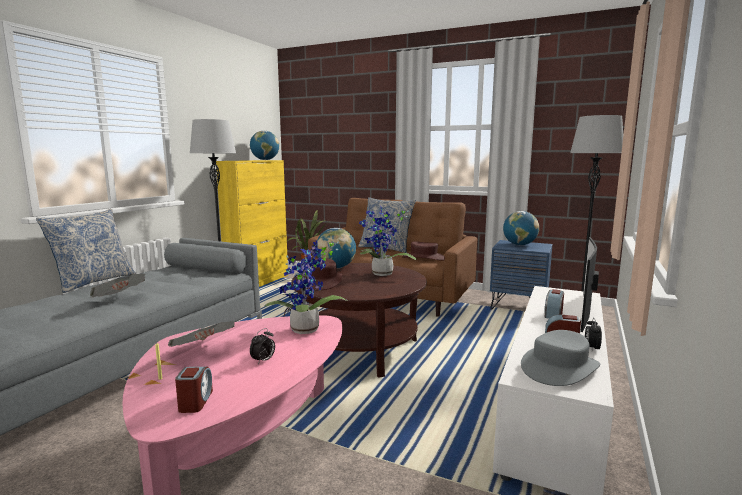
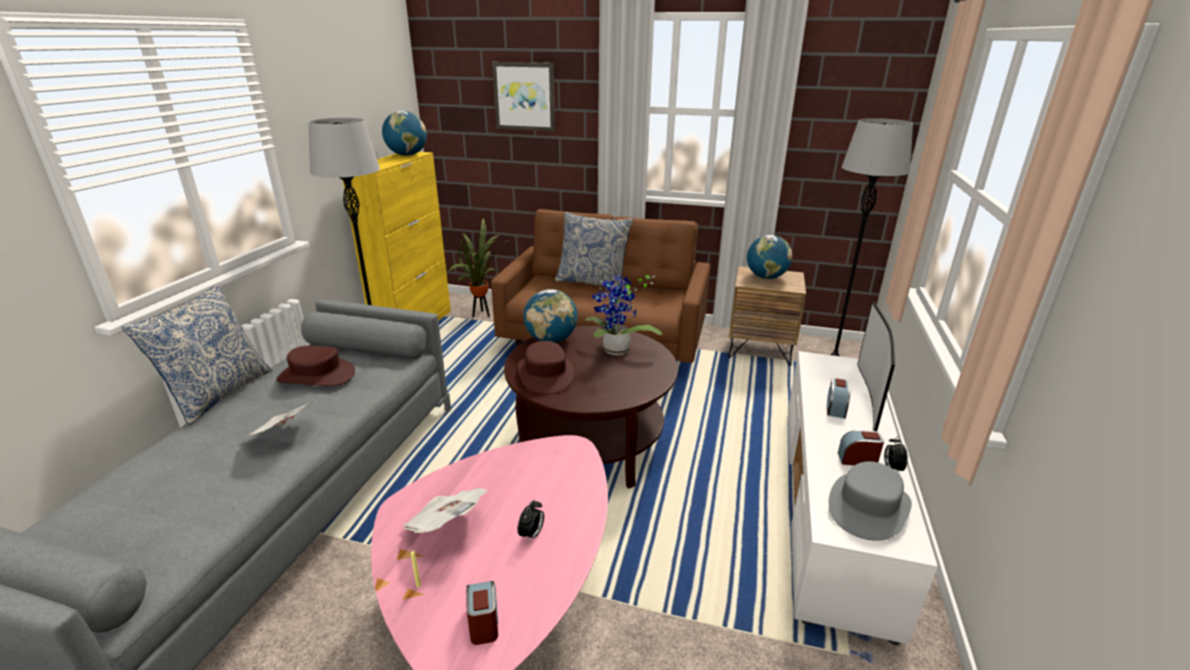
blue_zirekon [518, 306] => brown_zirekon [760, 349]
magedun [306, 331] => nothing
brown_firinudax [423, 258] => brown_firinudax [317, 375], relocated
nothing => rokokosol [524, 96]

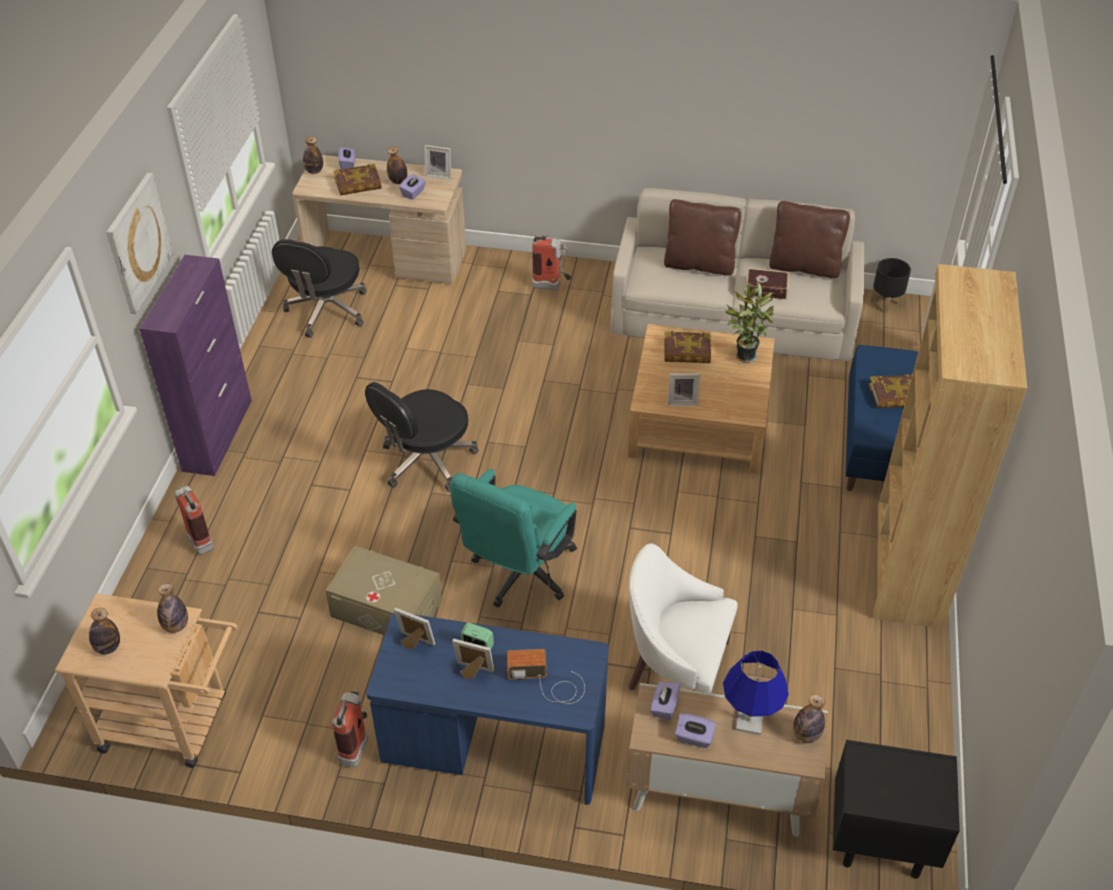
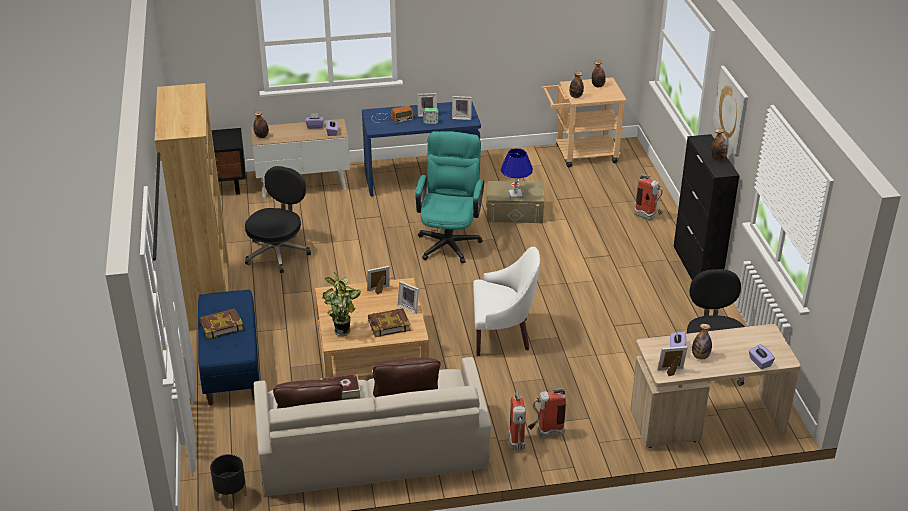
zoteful [314, 171] => zoteful [718, 158], relocated
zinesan [358, 184] => nothing
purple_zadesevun [218, 434] => black_zadesevun [696, 267]
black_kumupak [426, 461] => black_kumupak [278, 252], relocated
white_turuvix [676, 669] => white_turuvix [502, 334], relocated
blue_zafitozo [749, 722] => blue_zafitozo [515, 194], relocated
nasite [356, 745] => nasite [517, 446], relocated
nothing => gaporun [409, 307]

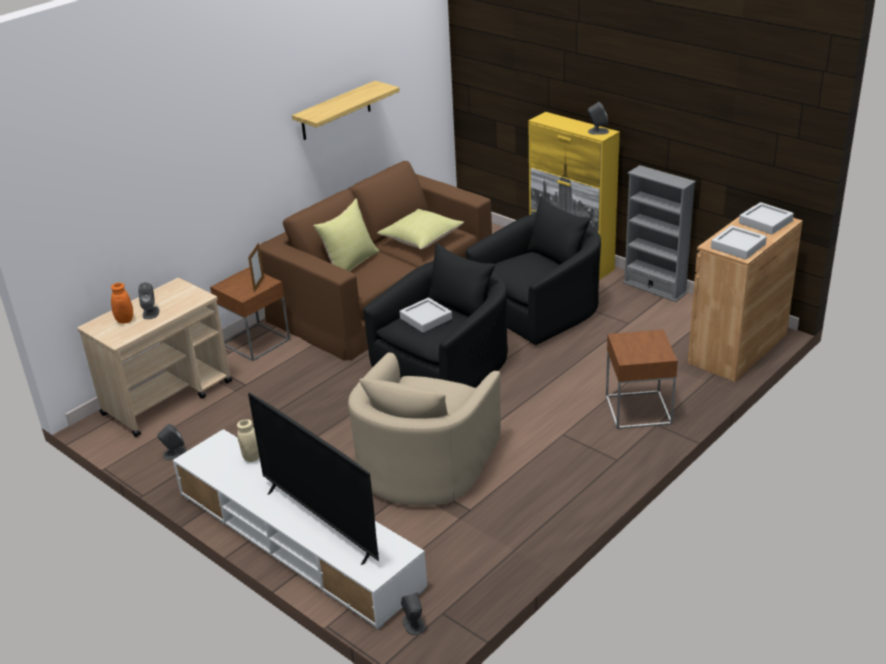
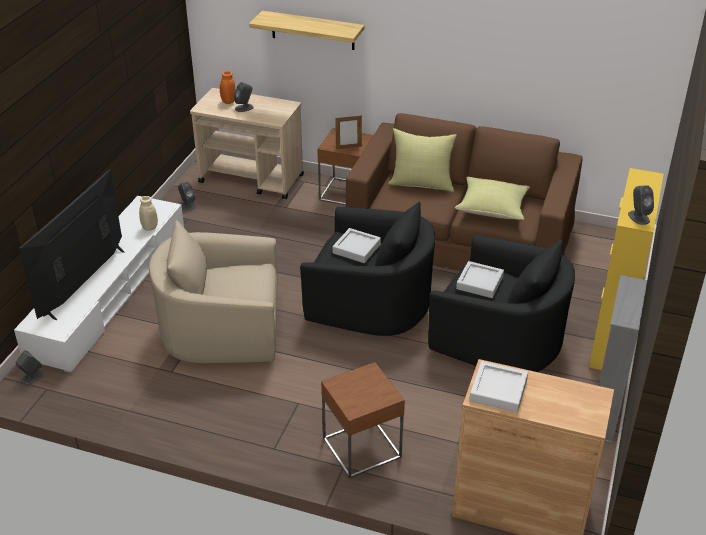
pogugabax [336, 111] => pogugabax [312, 30], relocated
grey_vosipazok [765, 222] => grey_vosipazok [479, 283], relocated

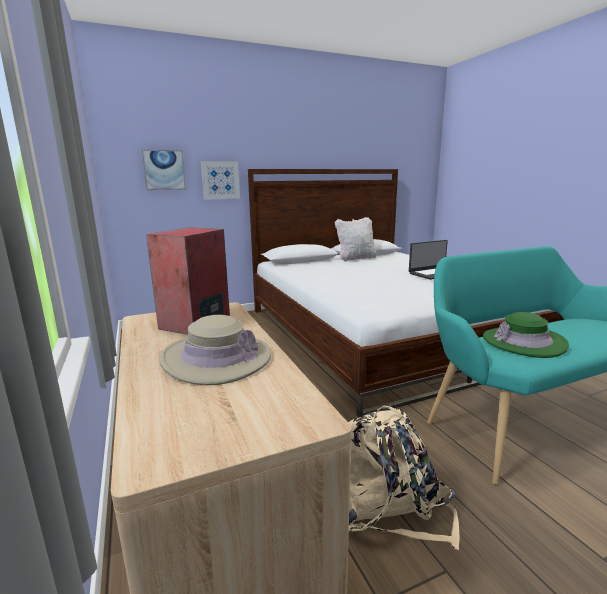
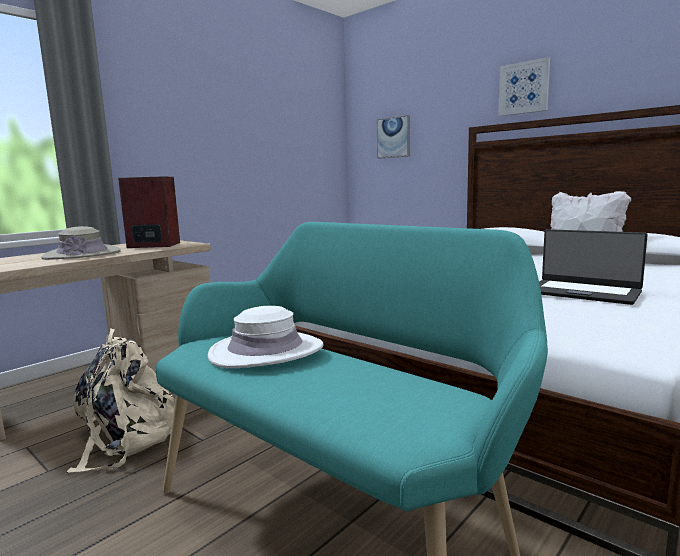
rokokosol [220, 180] => rokokosol [524, 88], relocated
green_firinudax [523, 342] => white_firinudax [266, 351]

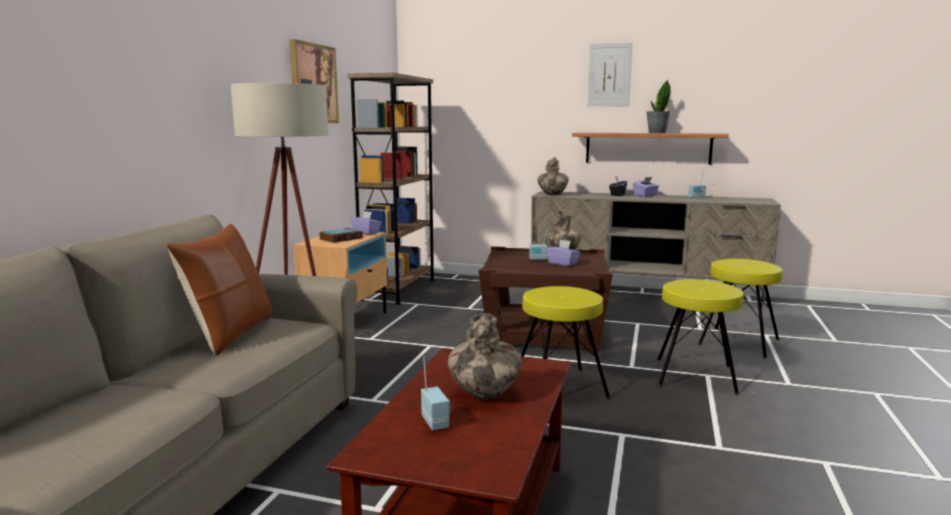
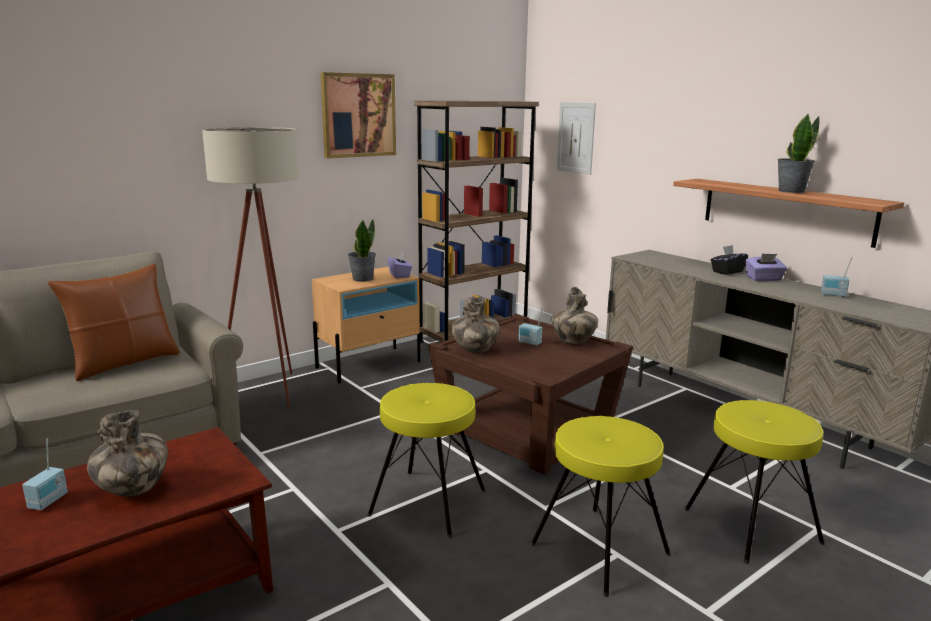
rokokosol [609, 75] => rokokosol [576, 138], relocated
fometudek [552, 194] => fometudek [475, 350], relocated
zinesan [341, 238] => magedun [362, 279]
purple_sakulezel [563, 263] => nothing

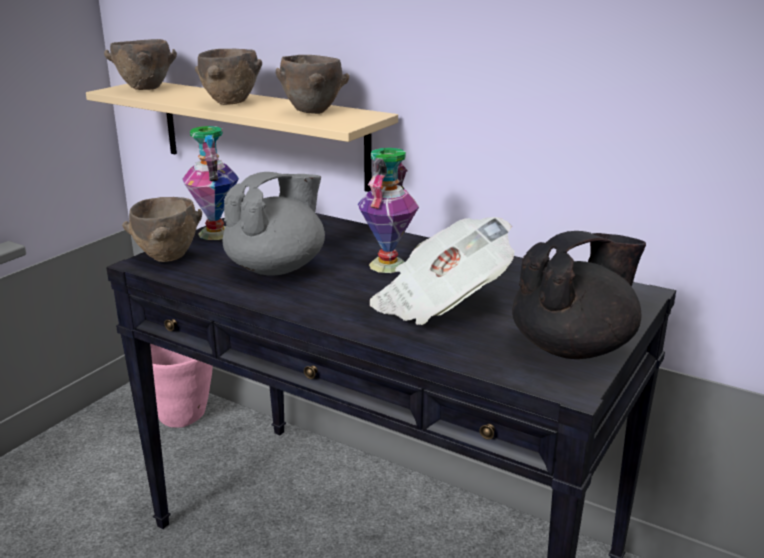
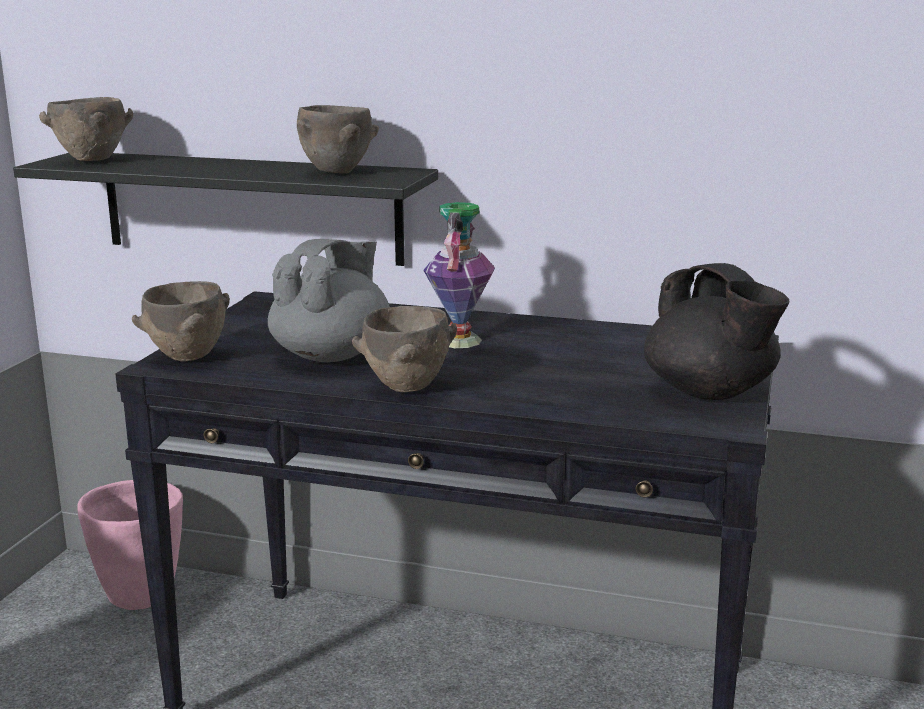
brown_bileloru [230, 103] => brown_bileloru [406, 387], relocated
beige_pogugabax [262, 133] => black_pogugabax [250, 207]
fometudek [216, 233] => nothing
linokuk [439, 303] => nothing
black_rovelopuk [573, 347] => black_rovelopuk [710, 393], 105 degrees clockwise

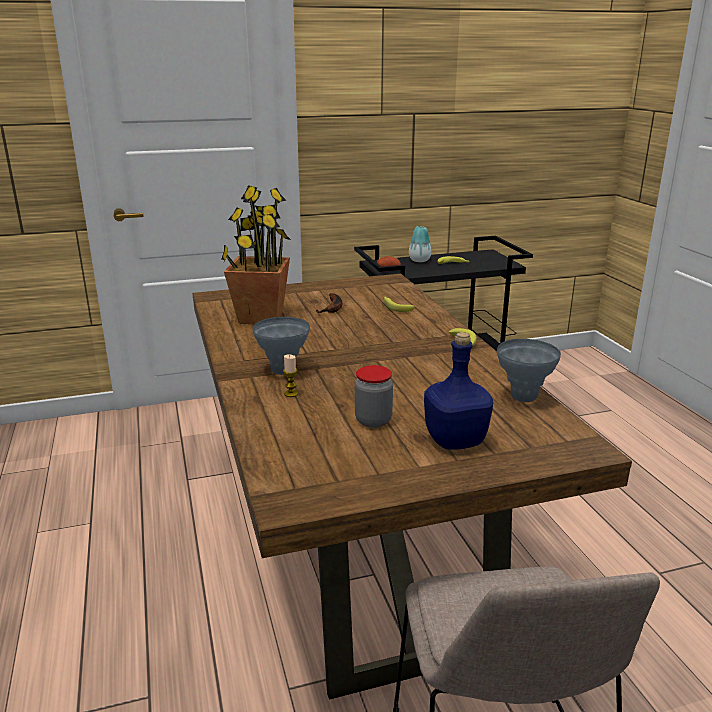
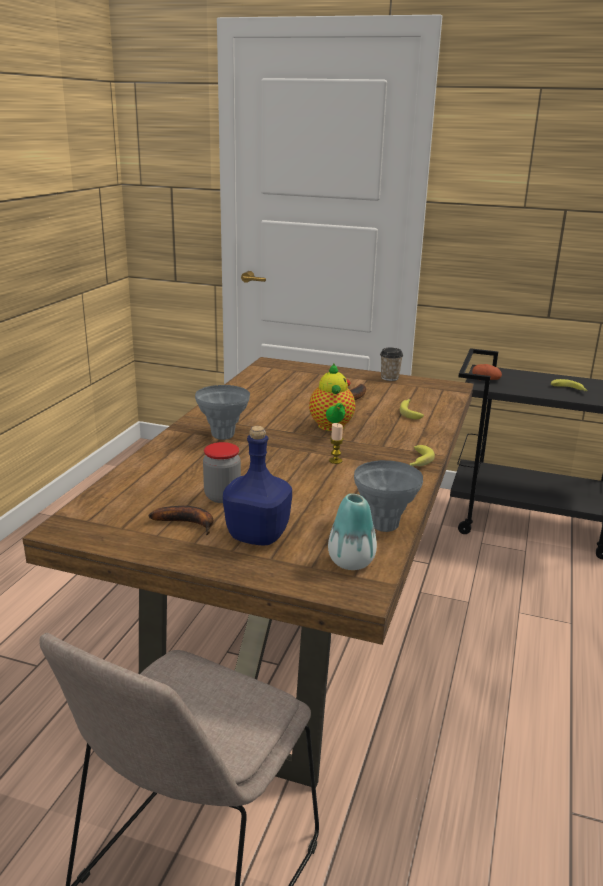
magedun [260, 317] => nothing
fometudek [419, 260] => fometudek [351, 562], relocated
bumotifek [291, 394] => bumotifek [335, 461], relocated
nothing => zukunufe [389, 378]
nothing => rovelopuk [331, 427]
nothing => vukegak [188, 523]

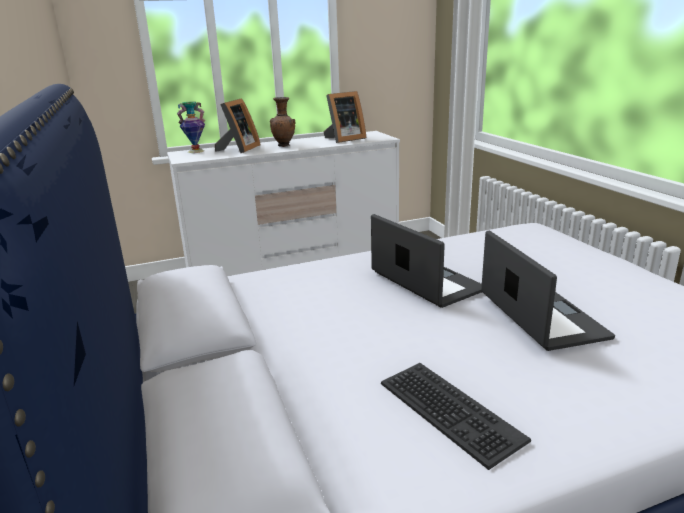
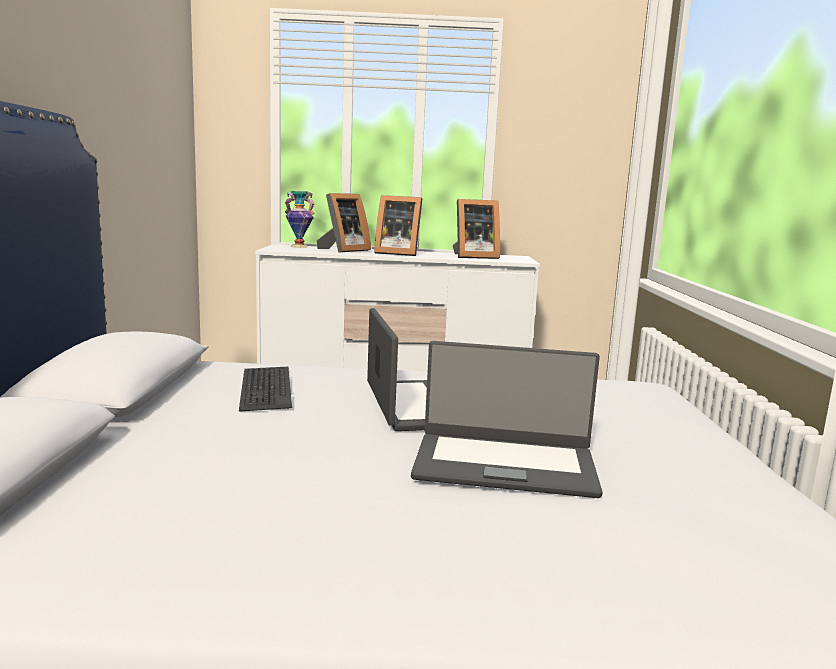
brown_fometudek [284, 146] => gaporun [396, 253]
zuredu [540, 316] => zuredu [504, 464], 90 degrees clockwise
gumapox [448, 411] => gumapox [264, 389], relocated

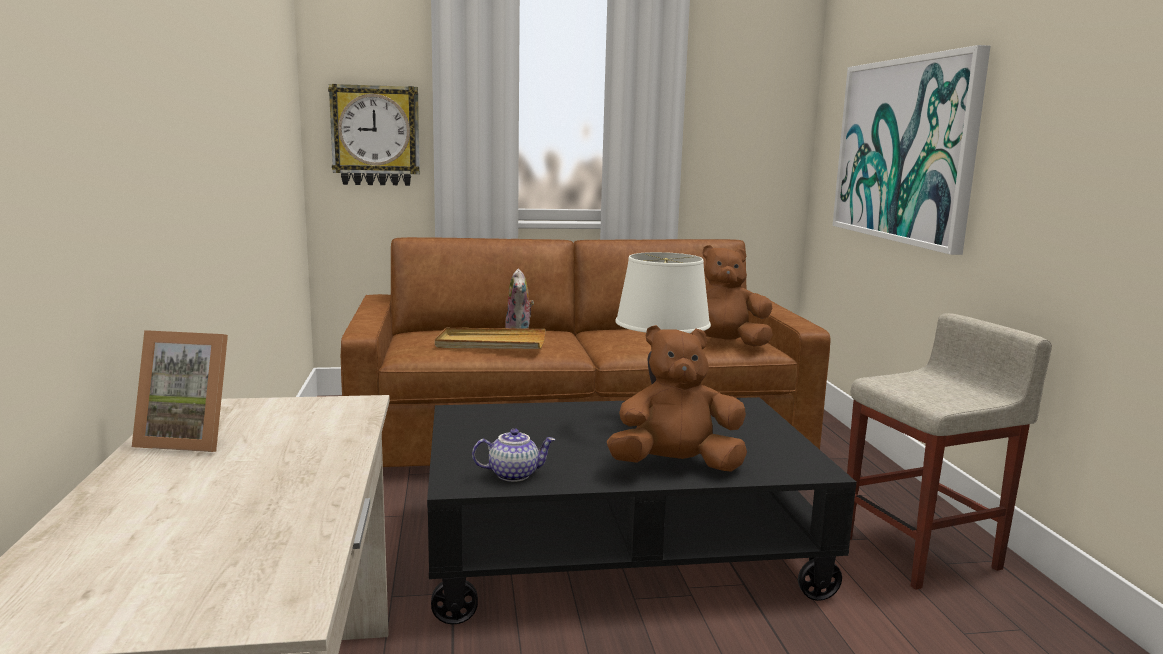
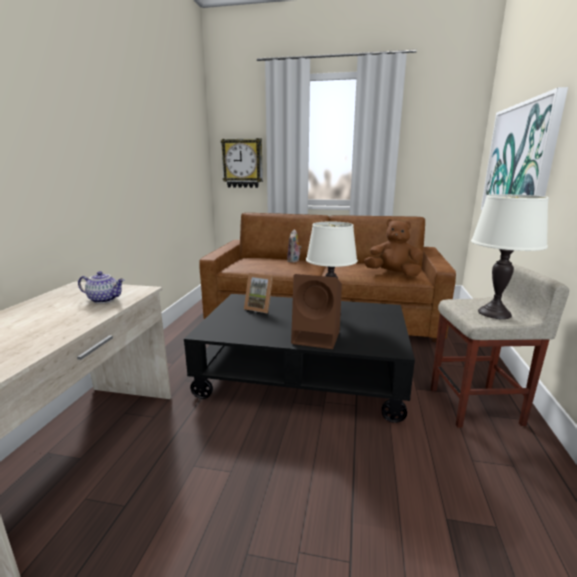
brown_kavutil [676, 466] => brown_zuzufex [317, 337]
beige_vosipazok [491, 343] => nothing
gaporun [191, 439] => gaporun [260, 308], relocated
rovelopuk [514, 474] => rovelopuk [105, 299], relocated
nothing => white_zafitozo [494, 313]

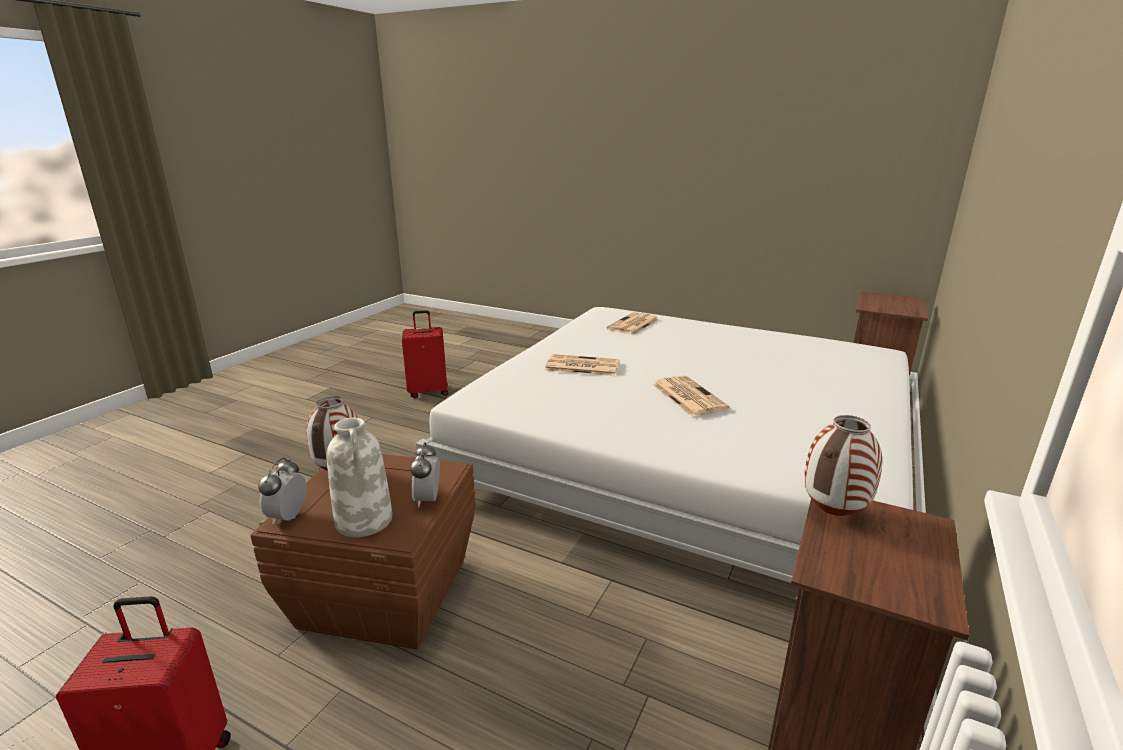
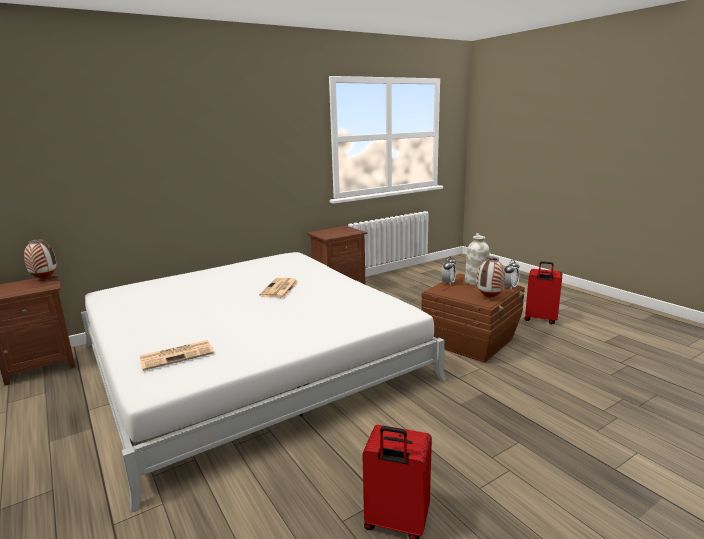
linokuk [581, 366] => nothing
fometudek [832, 513] => fometudek [44, 279], relocated

